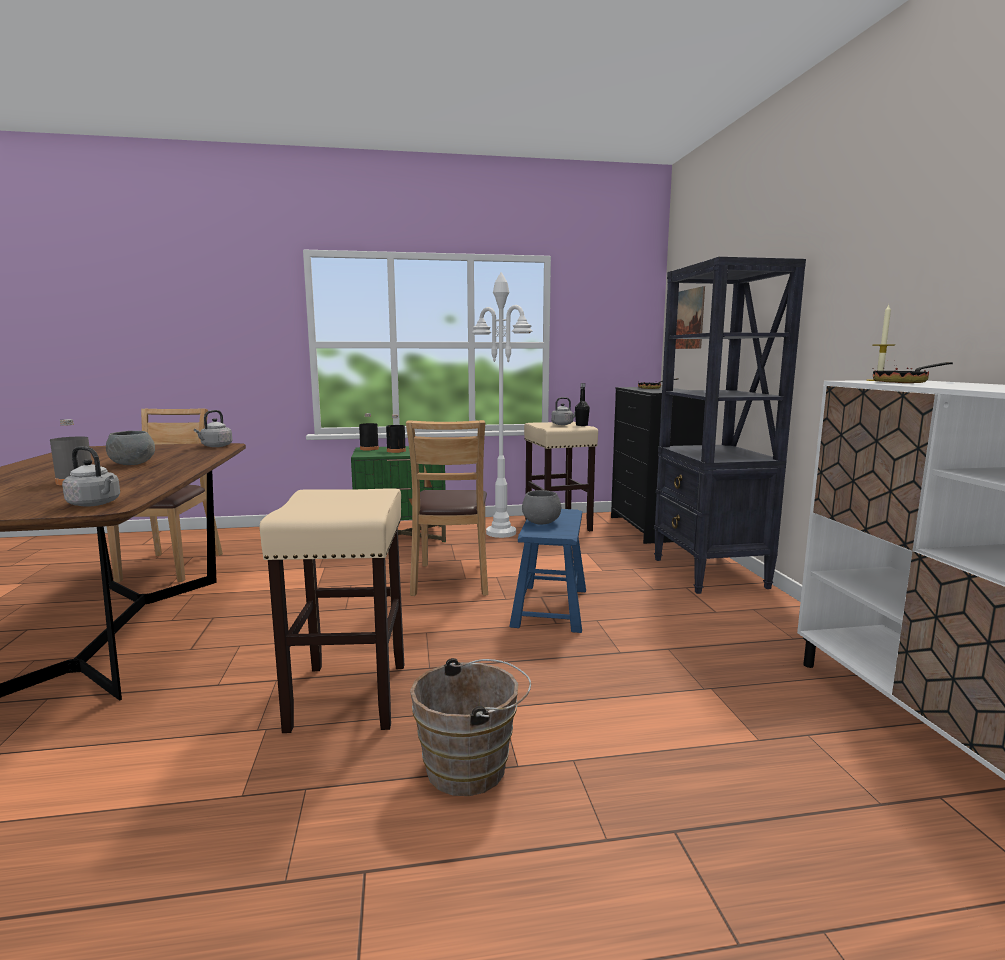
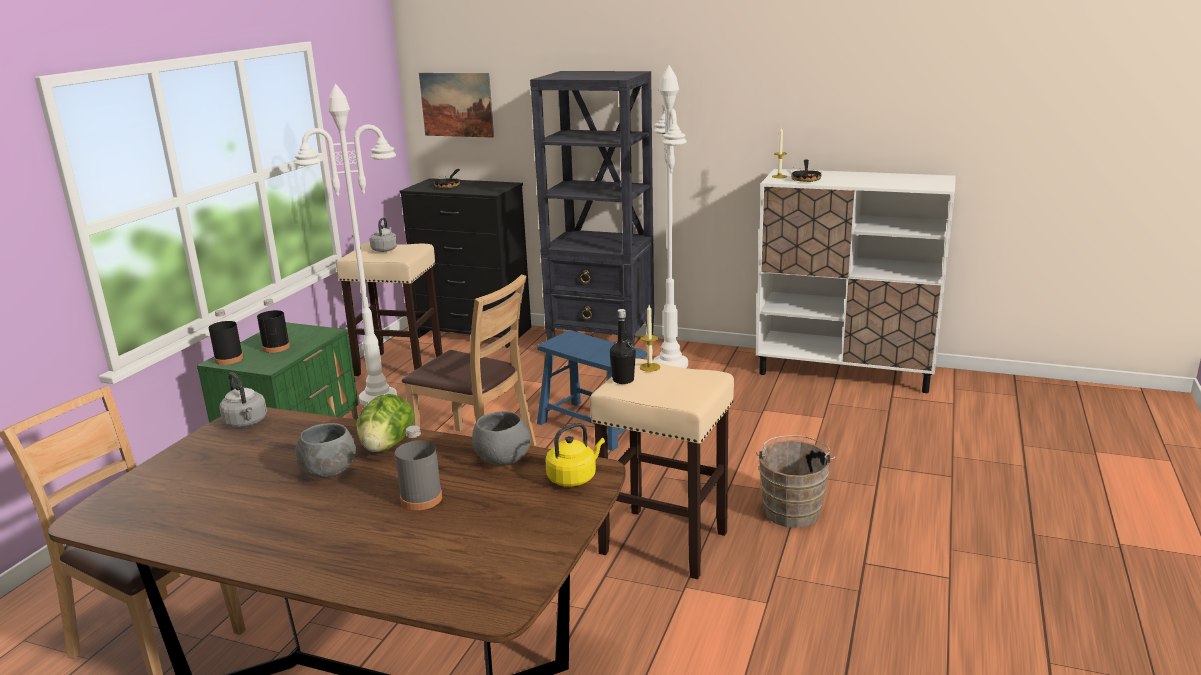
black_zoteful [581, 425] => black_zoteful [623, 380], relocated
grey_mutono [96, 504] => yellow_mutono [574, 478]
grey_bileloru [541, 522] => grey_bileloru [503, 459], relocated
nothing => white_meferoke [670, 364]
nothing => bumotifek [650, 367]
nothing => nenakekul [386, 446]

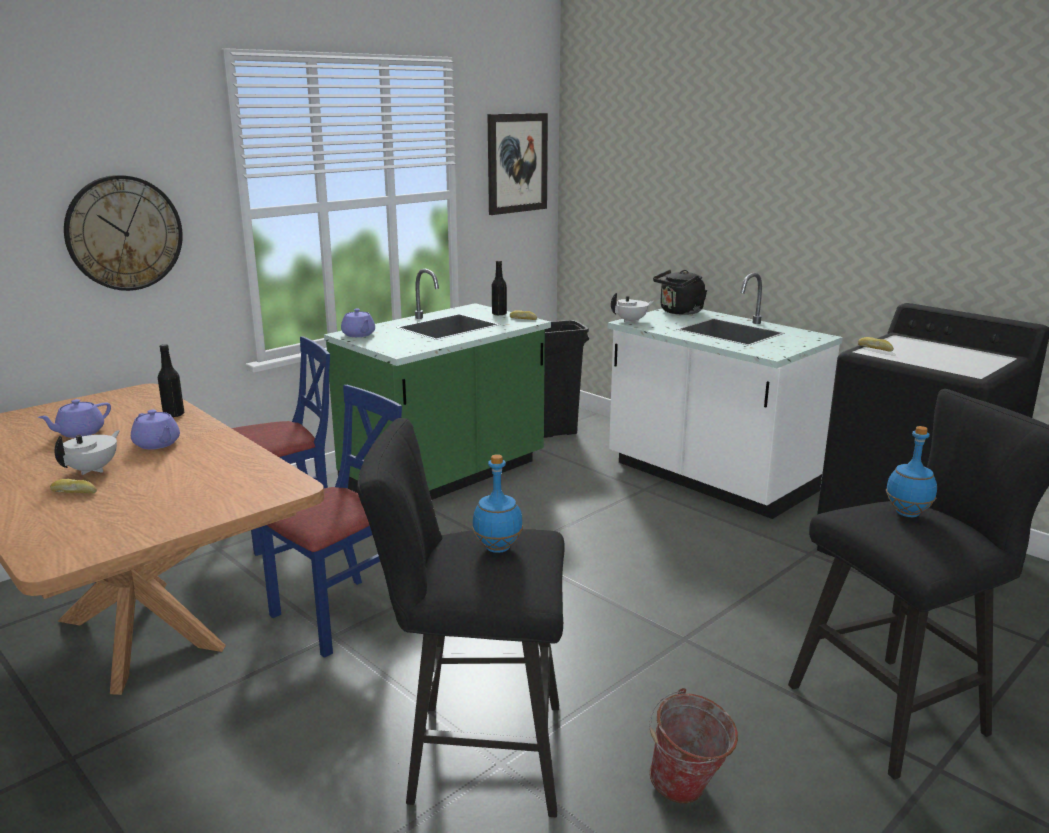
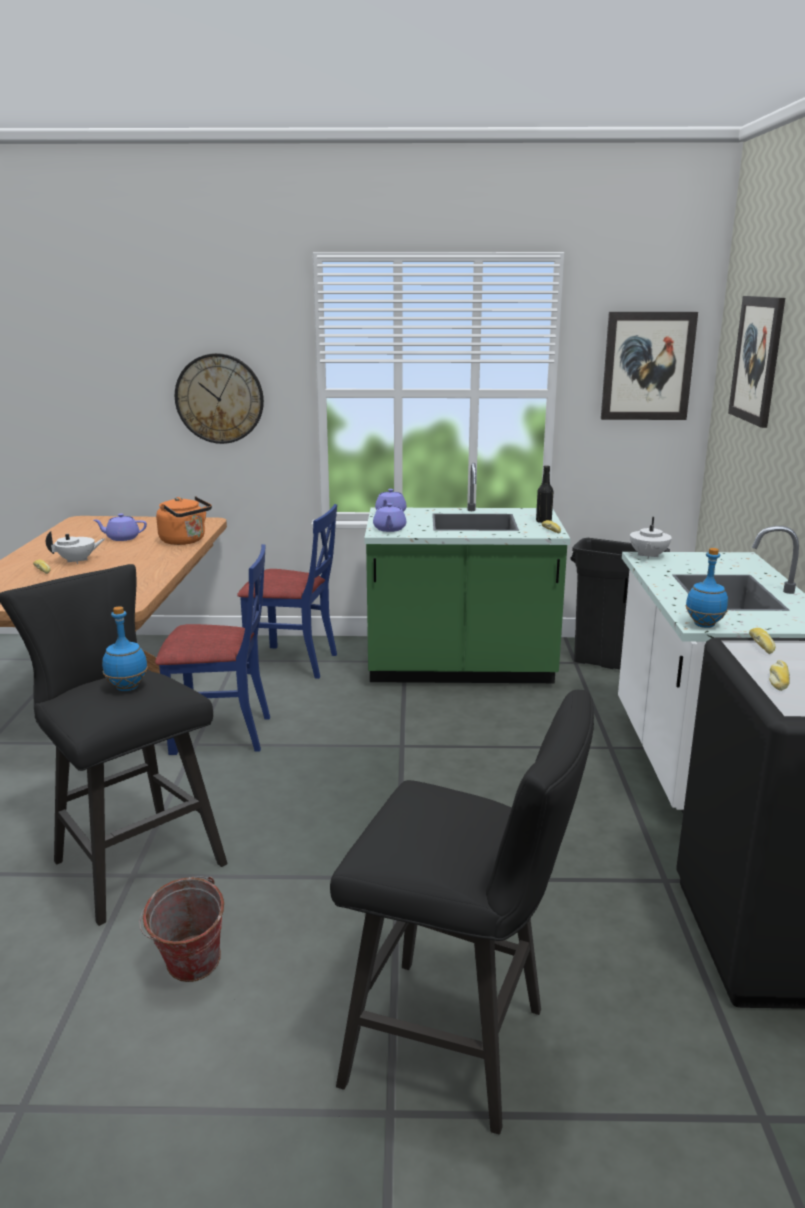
black_mutono [679, 312] => nothing
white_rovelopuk [631, 321] => white_rovelopuk [648, 556], 90 degrees clockwise
black_zoteful [174, 415] => orange_mutono [185, 541]
purple_rovelopuk [157, 444] => purple_rovelopuk [389, 529], relocated
blue_zoteful [907, 514] => blue_zoteful [703, 625], relocated
nothing => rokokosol [757, 359]
nothing => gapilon [777, 680]

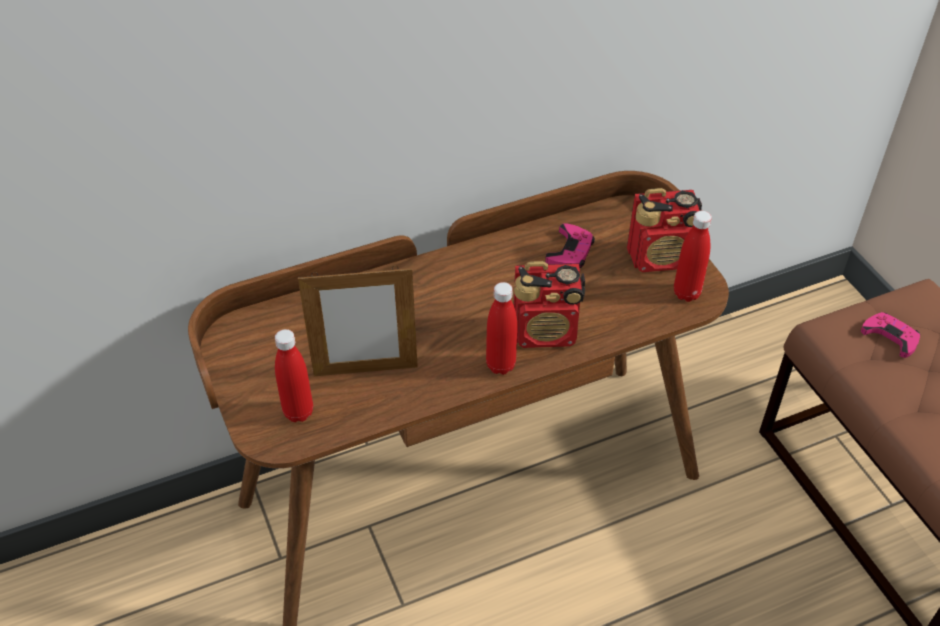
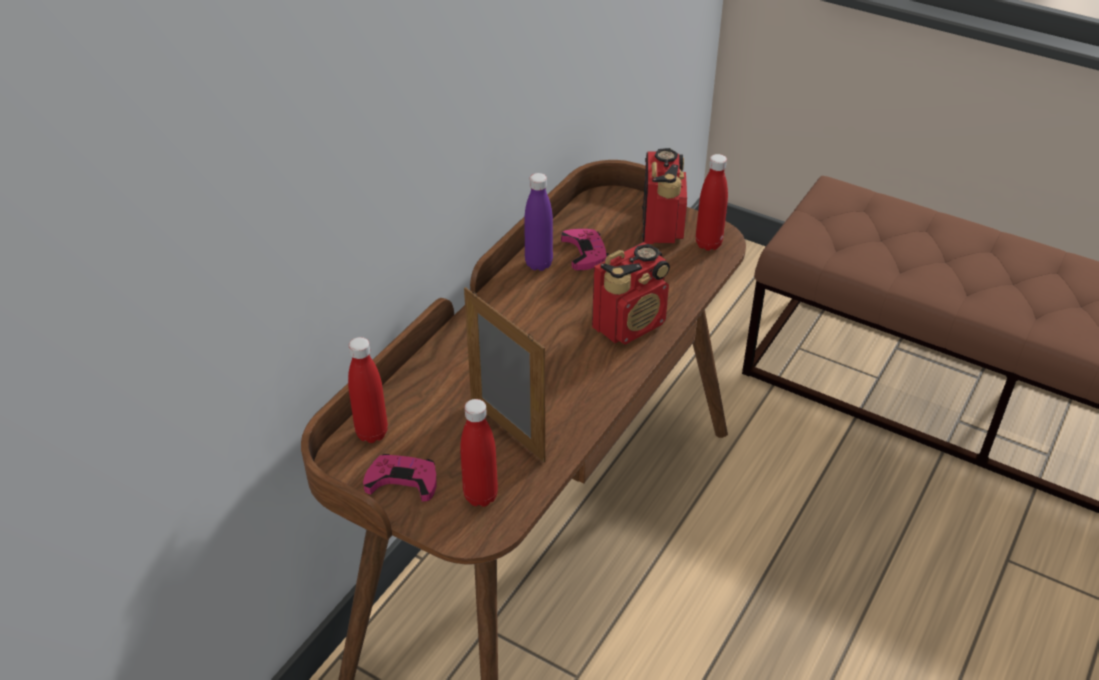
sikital [660, 258] => sikital [661, 226], 45 degrees counterclockwise
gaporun [365, 371] => gaporun [507, 430], 90 degrees counterclockwise
red_zoteful [500, 365] => red_zoteful [372, 433], relocated
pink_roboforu [890, 337] => pink_roboforu [403, 481], relocated
nothing => purple_zoteful [538, 264]

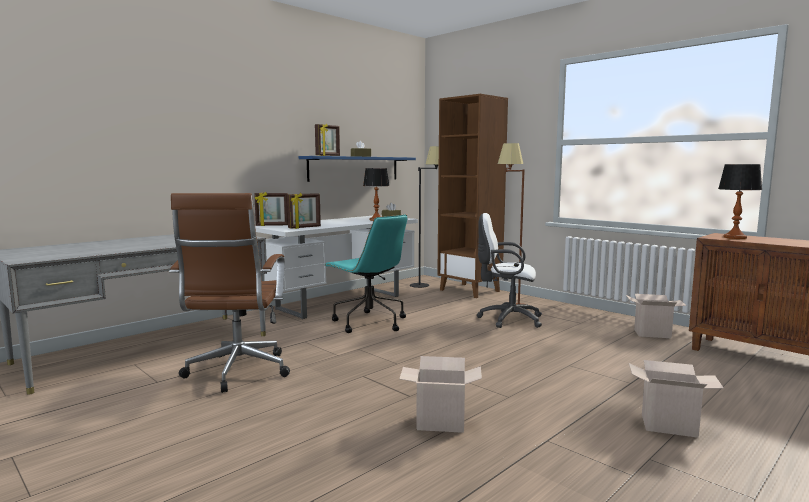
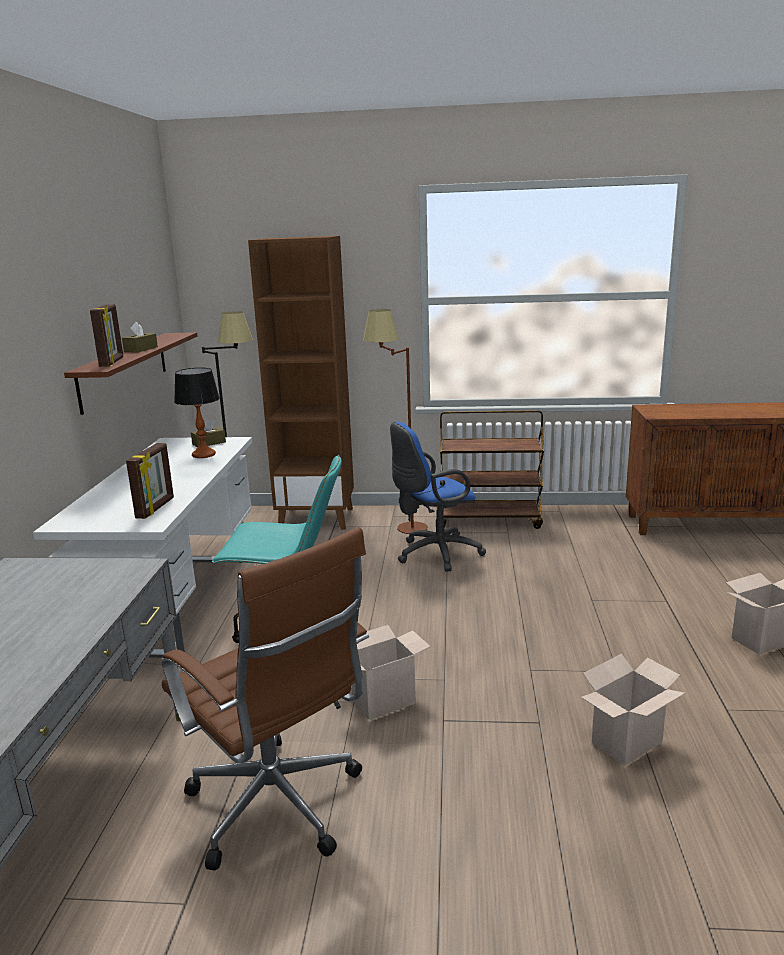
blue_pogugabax [354, 168] => brown_pogugabax [124, 370]
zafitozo [734, 237] => nothing
gaporun [272, 225] => nothing
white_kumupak [507, 319] => blue_kumupak [434, 554]
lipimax [653, 333] => lipimax [384, 700], relocated
nothing => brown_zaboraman [490, 520]

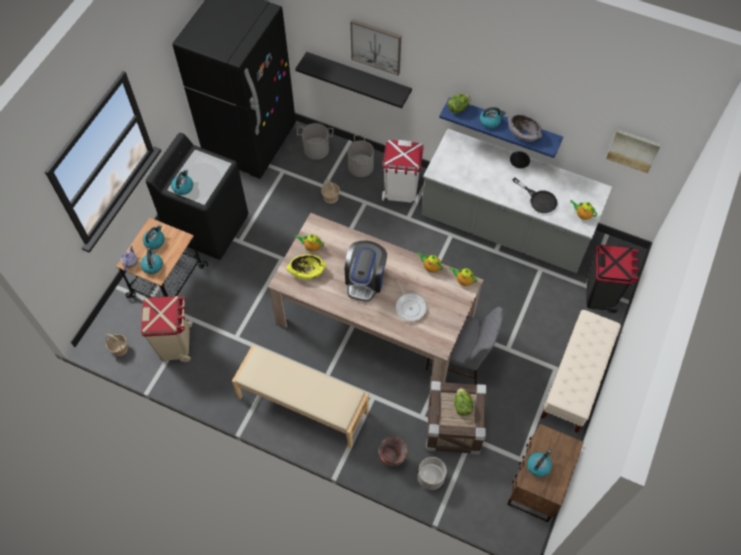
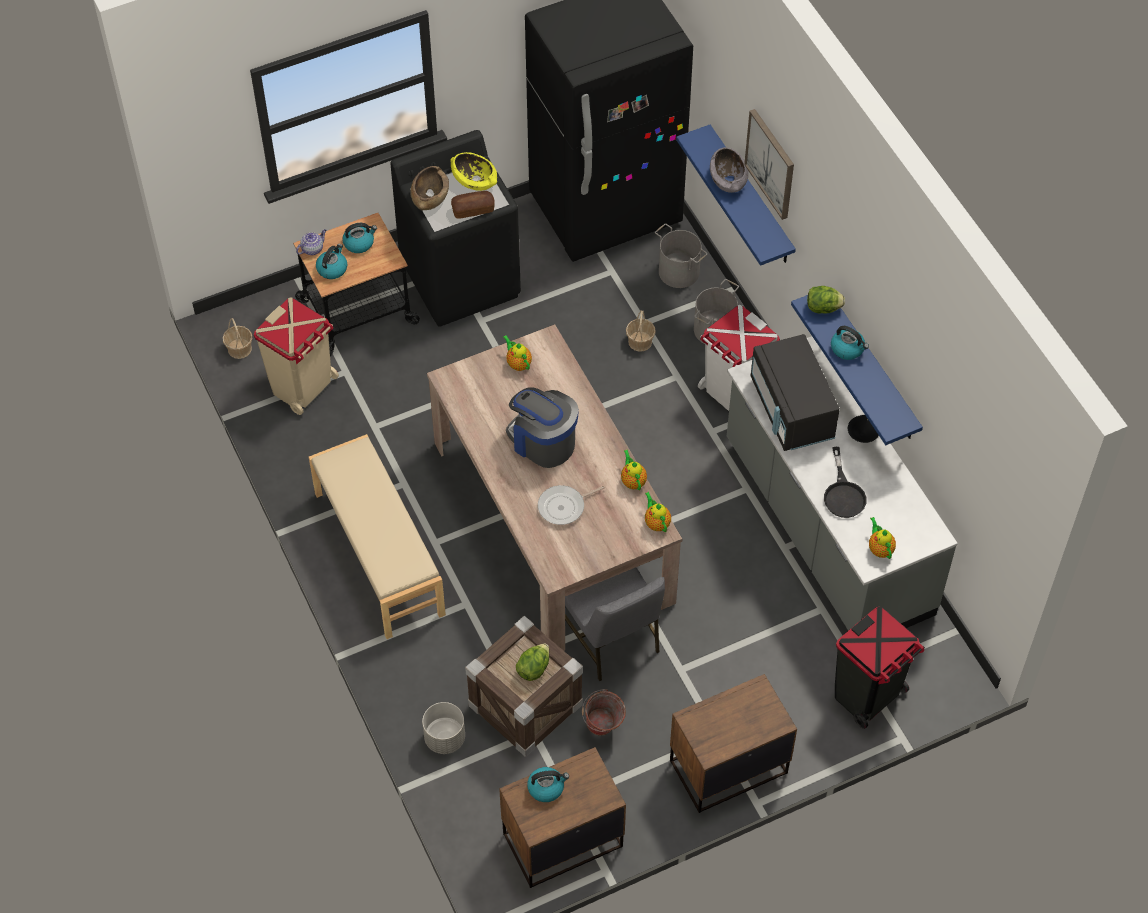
black_pogugabax [358, 77] => blue_pogugabax [751, 197]
grey_bileloru [523, 133] => grey_bileloru [728, 179], relocated
rokokosol [633, 150] => nothing
mutono [183, 187] => brown_bileloru [430, 196]
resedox [365, 280] => resedox [542, 442], 75 degrees clockwise
yellow_bileloru [307, 271] => yellow_bileloru [474, 179], relocated
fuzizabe [410, 306] => fuzizabe [564, 507], 45 degrees clockwise
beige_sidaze [575, 380] => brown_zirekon [727, 766]
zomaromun [392, 459] => zomaromun [602, 729], relocated
nothing => gapilon [473, 210]
nothing => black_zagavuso [791, 410]

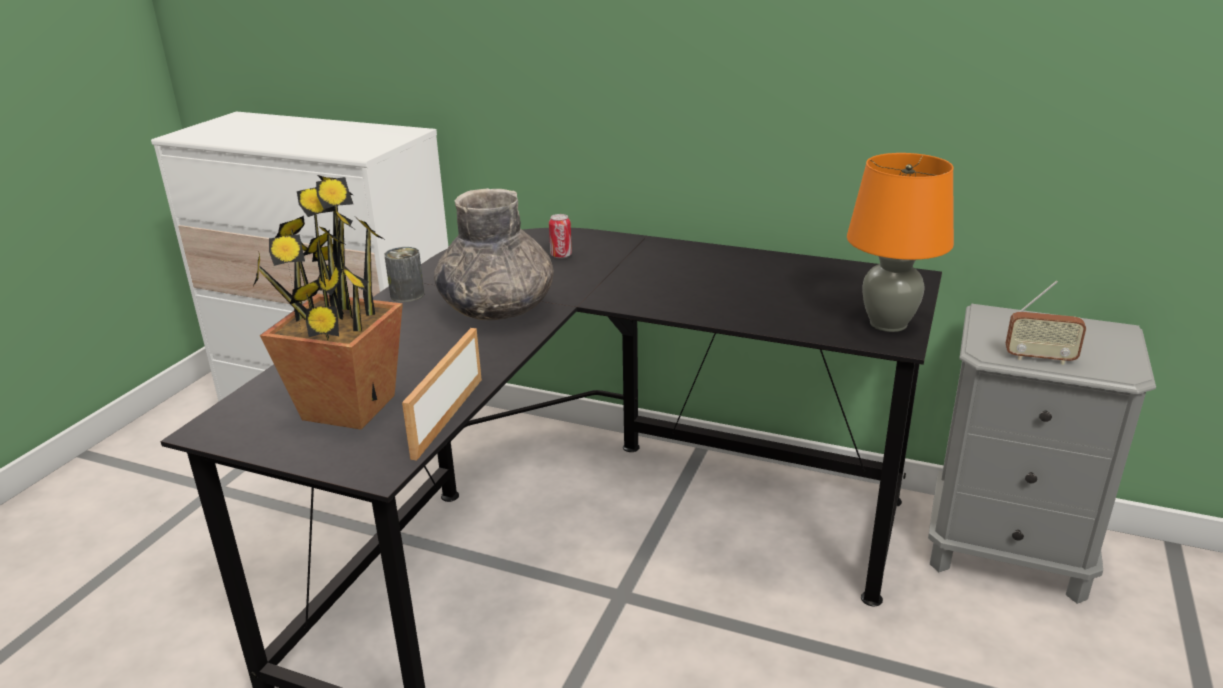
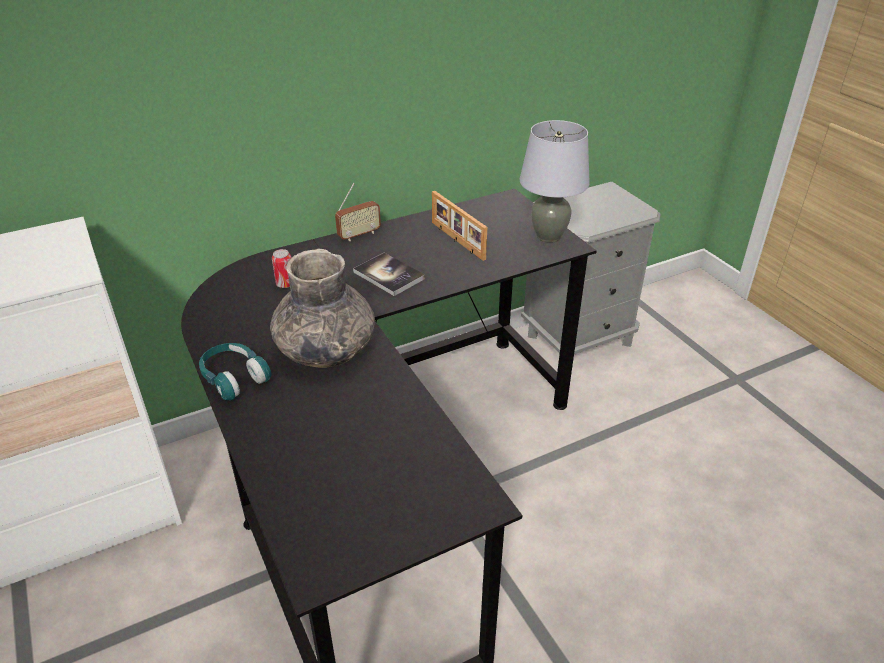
orange_zafitozo [887, 324] => grey_zafitozo [548, 236]
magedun [348, 408] => nothing
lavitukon [407, 295] => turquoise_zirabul [234, 378]
sikital [1039, 358] => sikital [359, 235], relocated
gaporun [446, 416] => gaporun [456, 241], relocated
nothing => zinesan [389, 275]

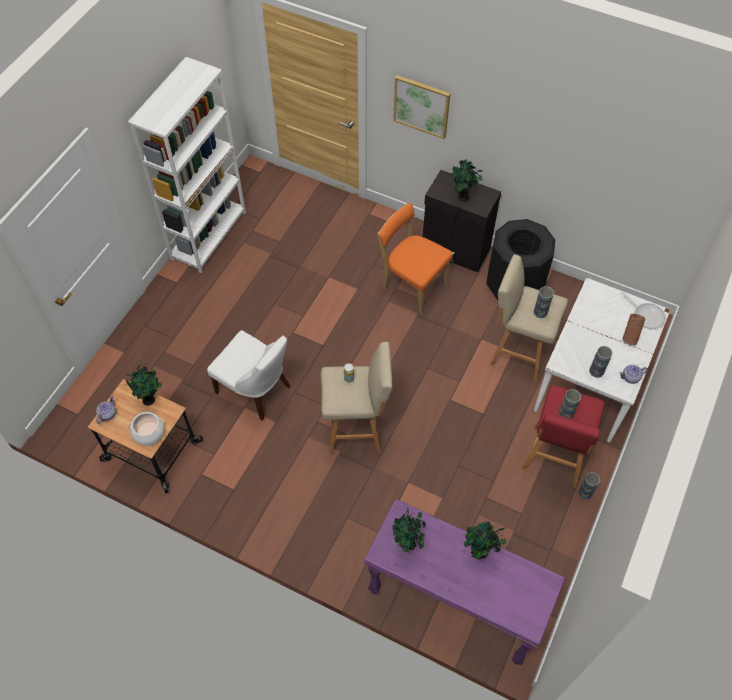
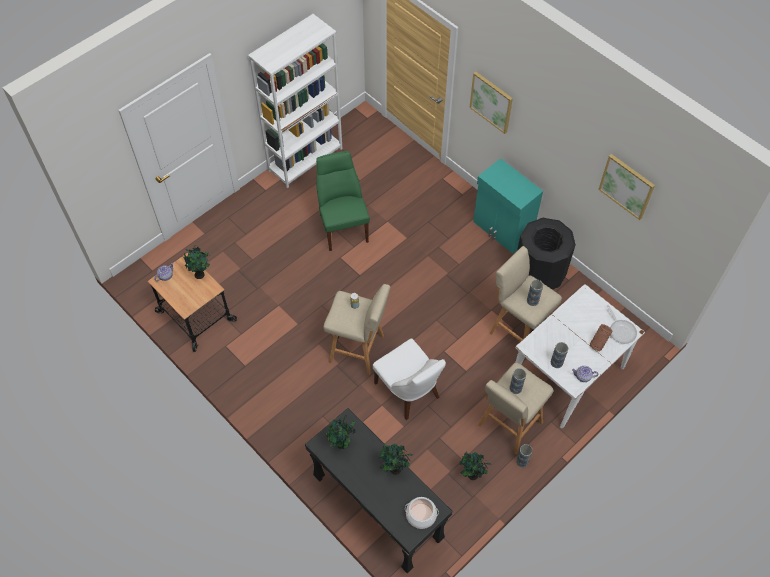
magedun [463, 198] => magedun [472, 475], relocated
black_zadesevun [455, 250] => turquoise_zadesevun [502, 230]
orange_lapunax [412, 284] => nothing
white_lapunax [256, 391] => white_lapunax [409, 392], relocated
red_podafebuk [554, 458] => beige_podafebuk [508, 425]
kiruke [149, 433] => kiruke [421, 515], relocated
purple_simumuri [453, 604] => black_simumuri [376, 510]
nothing => green_lapunax [342, 225]
nothing => rokokosol [626, 186]

